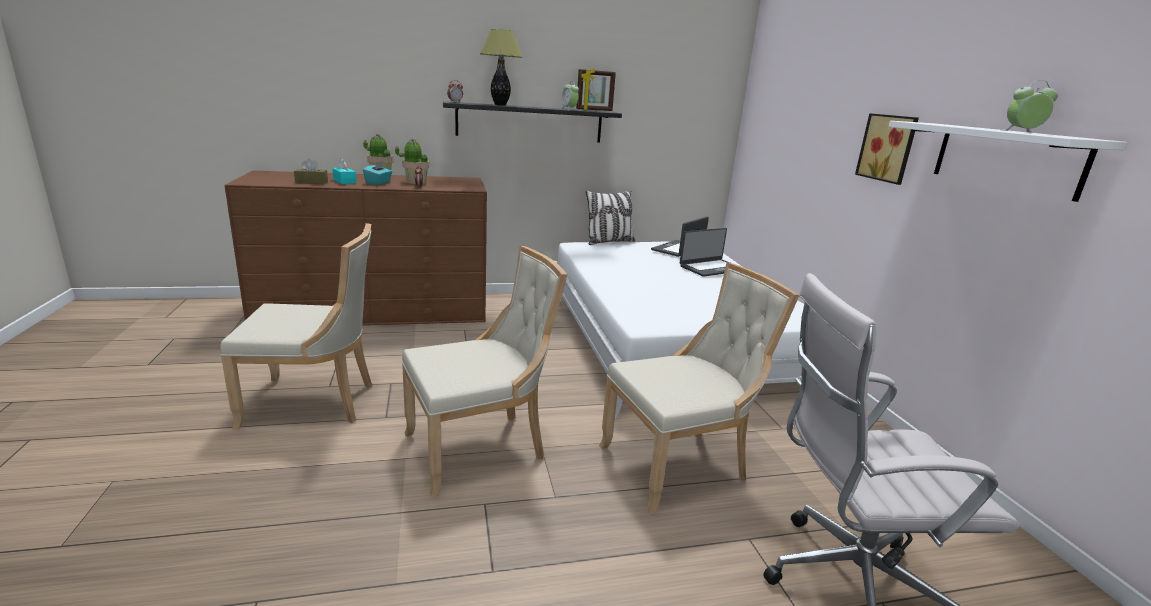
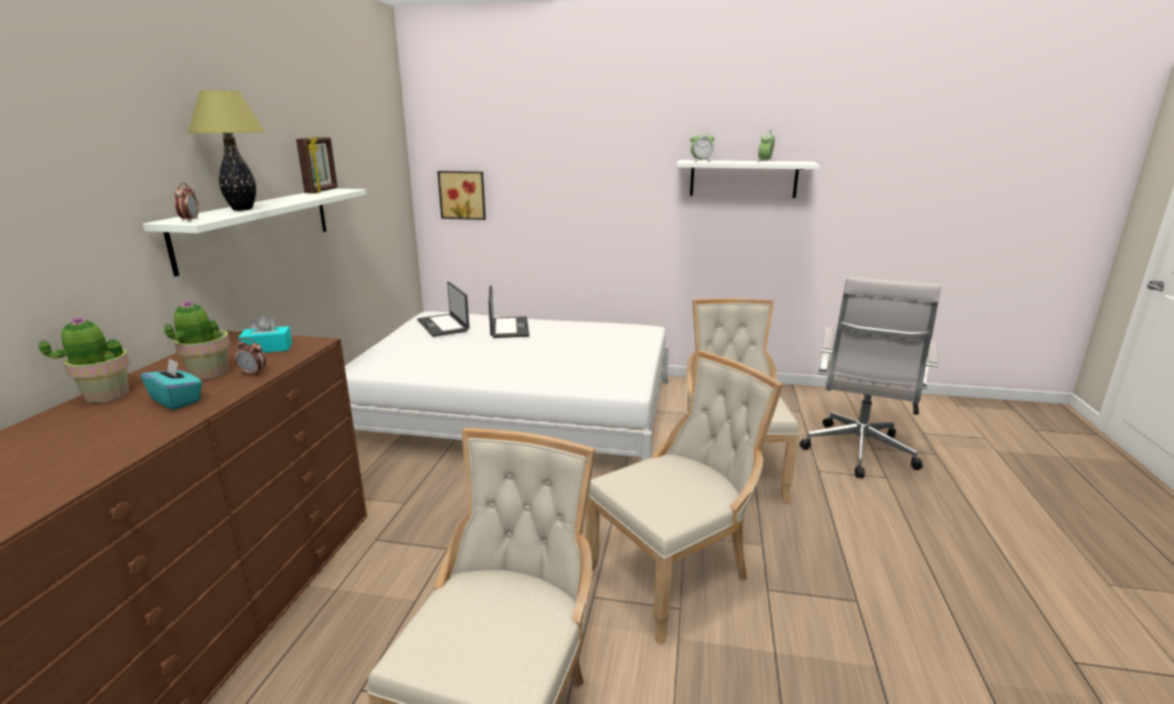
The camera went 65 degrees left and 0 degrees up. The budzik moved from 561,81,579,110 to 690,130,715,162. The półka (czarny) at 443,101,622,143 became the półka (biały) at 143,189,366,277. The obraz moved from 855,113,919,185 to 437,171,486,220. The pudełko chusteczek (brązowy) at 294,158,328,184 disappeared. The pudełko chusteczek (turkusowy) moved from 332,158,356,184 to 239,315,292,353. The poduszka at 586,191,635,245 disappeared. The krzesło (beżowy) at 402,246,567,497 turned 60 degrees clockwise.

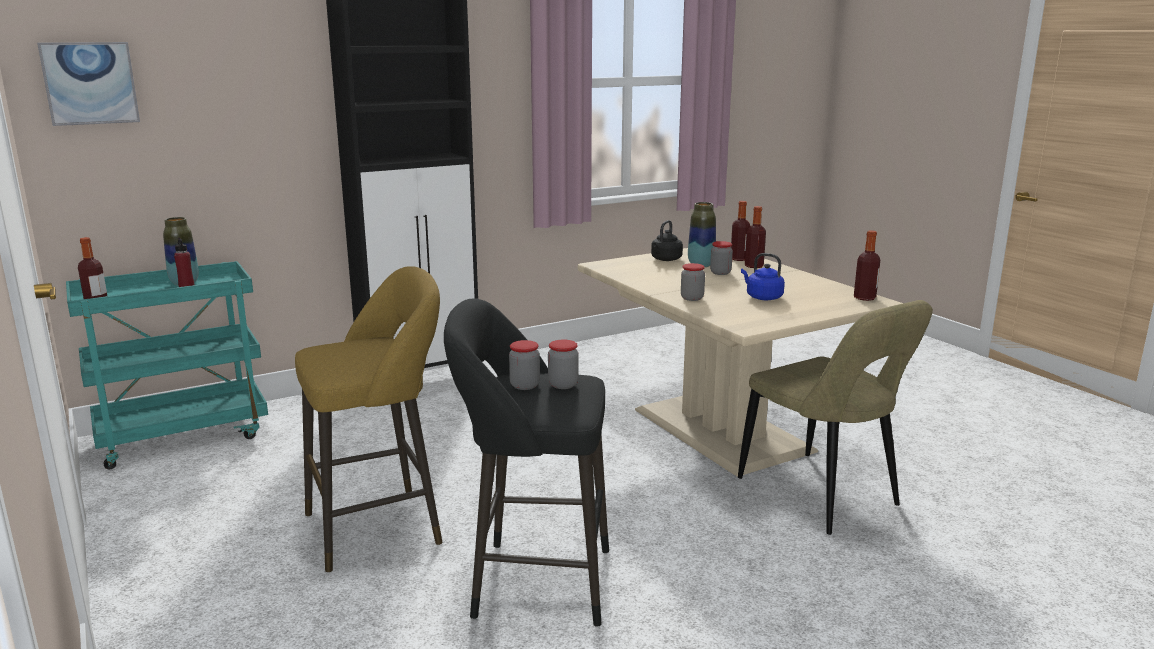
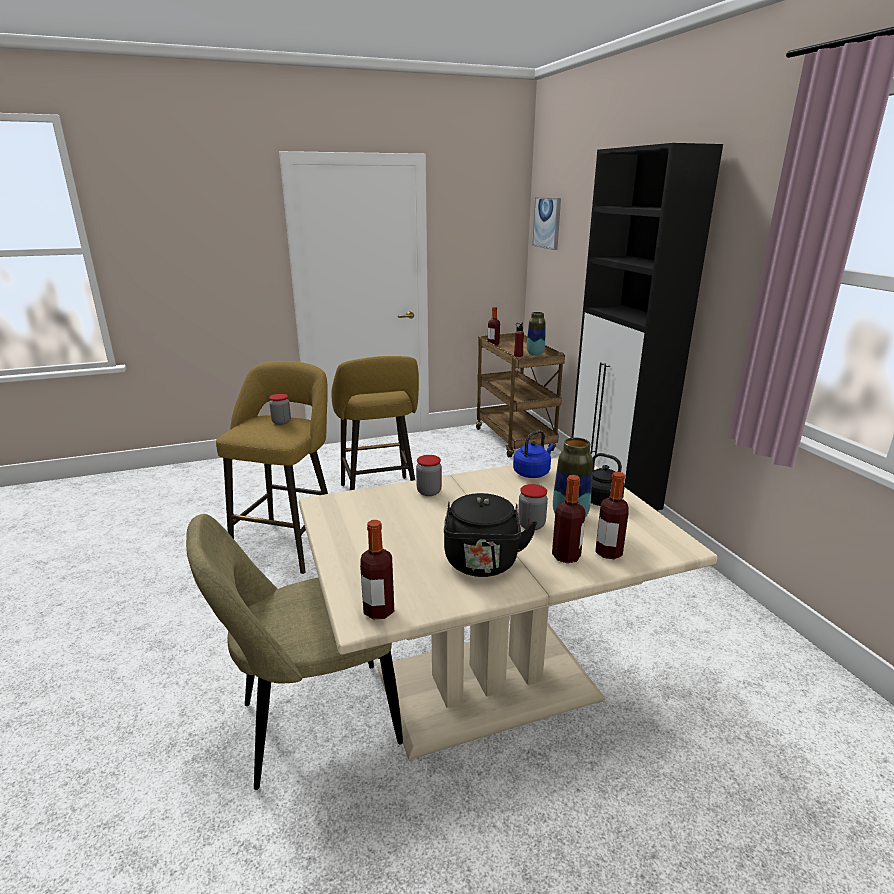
The camera went 100 degrees right and 5 degrees up. The czajnik (niebieski) moved from 741,253,785,300 to 513,430,554,478. The wózek (turkusowy) at 66,261,268,469 became the wózek (brązowy) at 476,333,565,457. The stołek (czarny) at 444,298,609,627 became the stołek (żółty) at 216,361,328,574. The słoik at 548,340,579,389 disappeared. The czajnik (czarny) at 444,493,537,577 appeared.

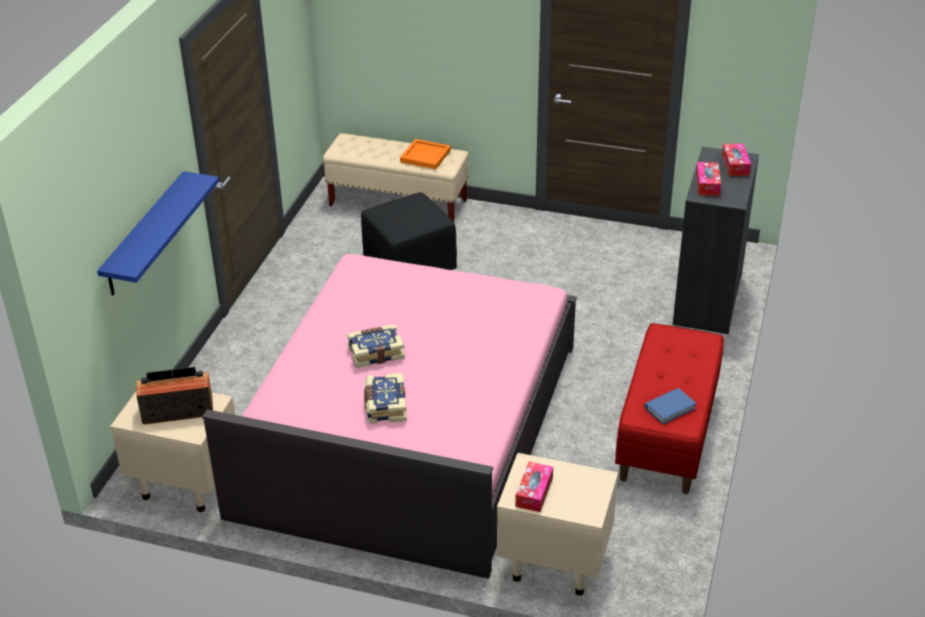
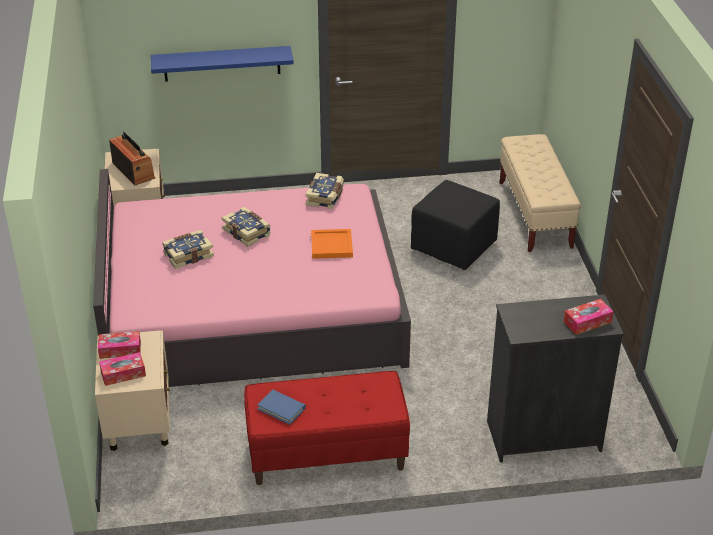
The camera went 65 degrees right and 0 degrees up. The taca (pomarańczowy) moved from 400,139,451,169 to 311,229,353,259. The pudełko chusteczek moved from 696,162,721,196 to 99,352,146,386. The książka at 305,173,344,209 appeared.

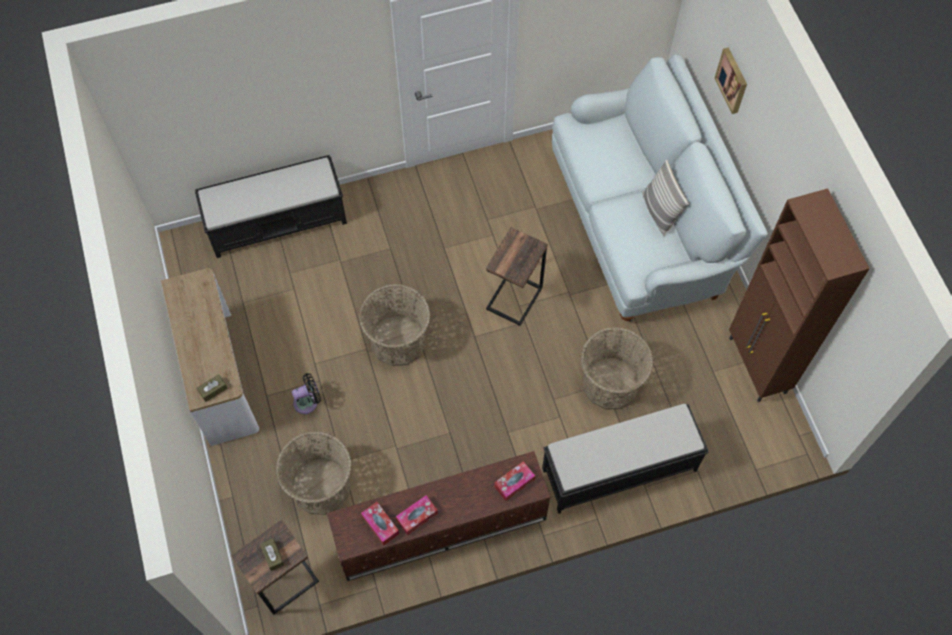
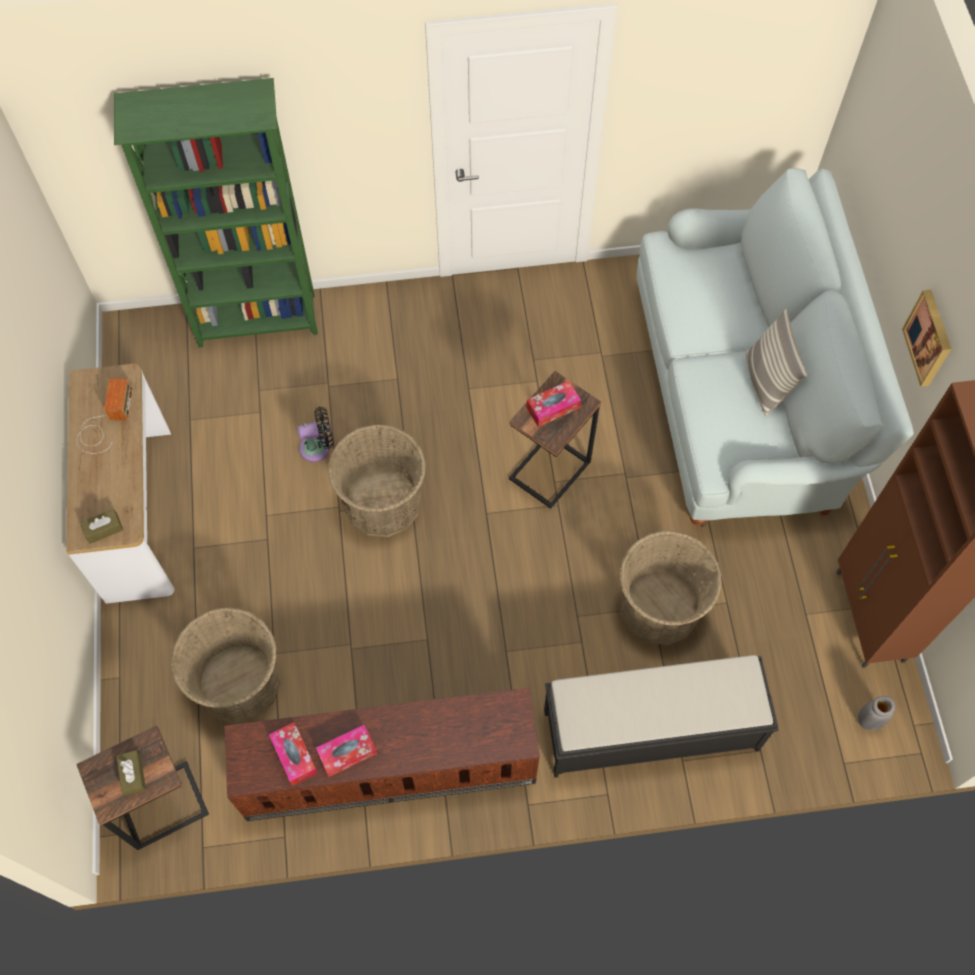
The camera went 10 degrees right and 0 degrees up. The obraz moved from 714,47,747,114 to 902,290,951,387. The ławka (czarny) at 195,155,347,258 was replaced by the regał (zielony) at 114,78,318,348. The wentylator (czarny) moved from 292,373,321,414 to 297,407,334,462. The pudełko chusteczek moved from 494,461,535,501 to 526,381,581,427. The radio at 77,379,133,454 appeared. The wazon (szary) at 858,696,895,730 appeared.

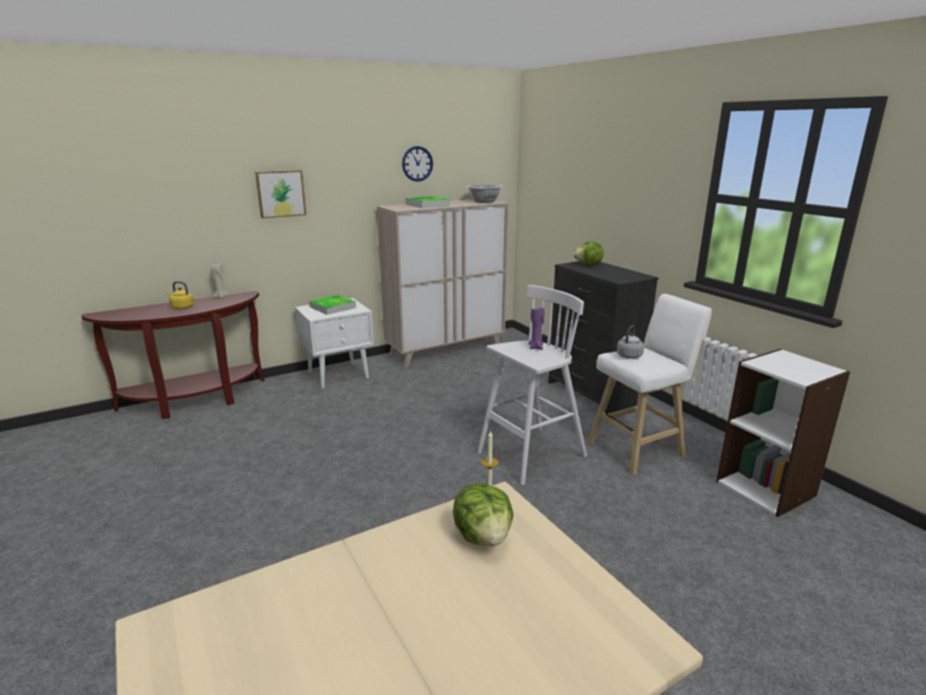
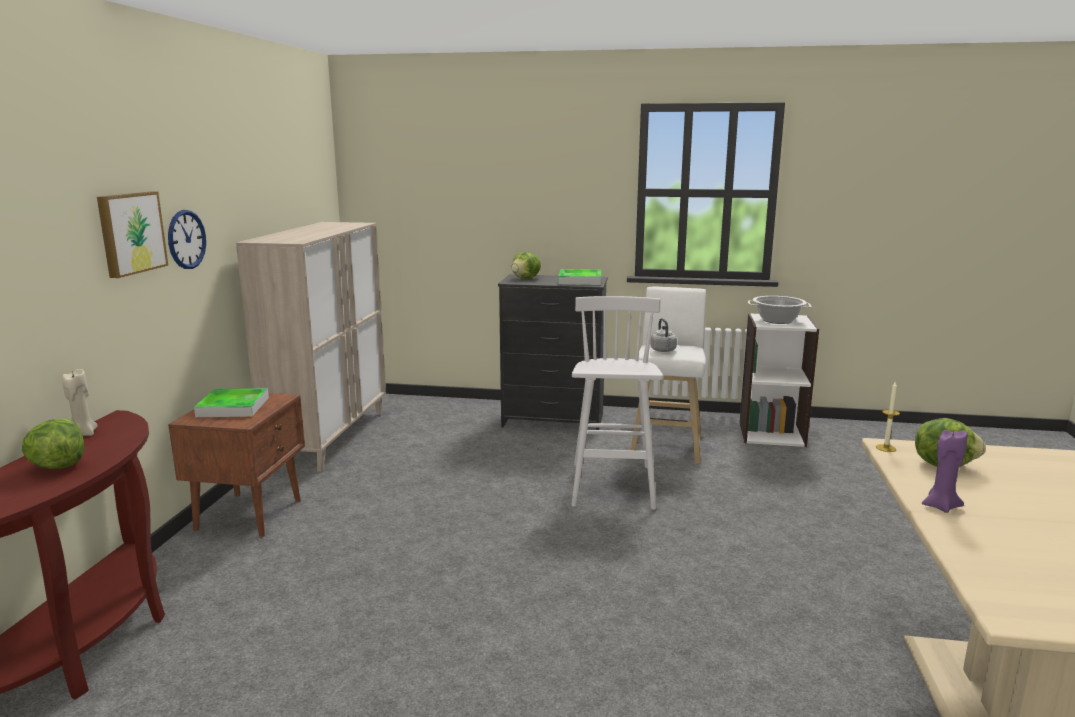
The camera went 50 degrees left and 5 degrees down. The zegar ścienny moved from 402,146,433,182 to 168,210,206,269. The garnek moved from 466,185,503,203 to 748,296,812,324. The taca moved from 406,196,450,208 to 558,269,601,285. The czajnik (żółty) at 167,281,194,310 was replaced by the sałata at 22,419,84,469. The szafka nocna (biały) at 295,298,374,388 became the szafka nocna (brązowy) at 168,393,305,537. The świeca (fioletowy) moved from 528,307,544,350 to 922,430,967,513.

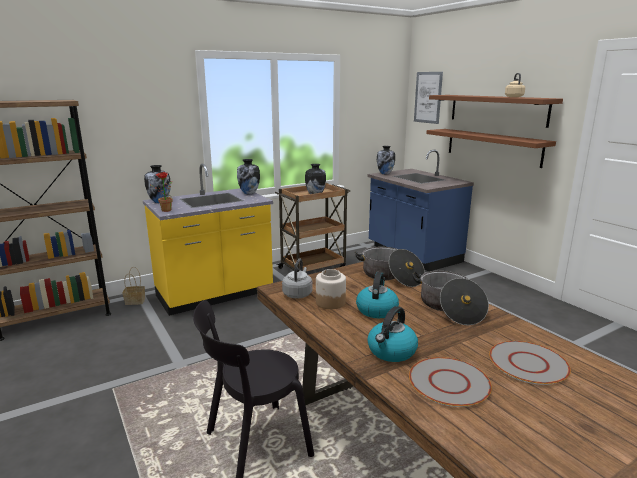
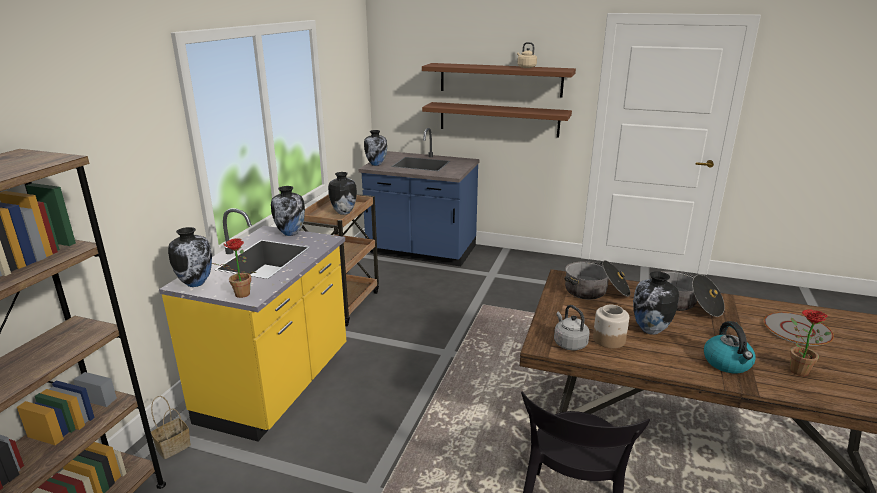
The camera went 40 degrees left and 5 degrees up. The obraz at 414,72,443,124 disappeared. The czajnik at 356,272,399,318 was replaced by the wazon at 633,271,679,335. The talerz (szary) at 409,357,492,407 was replaced by the roślina doniczkowa at 790,309,832,376.

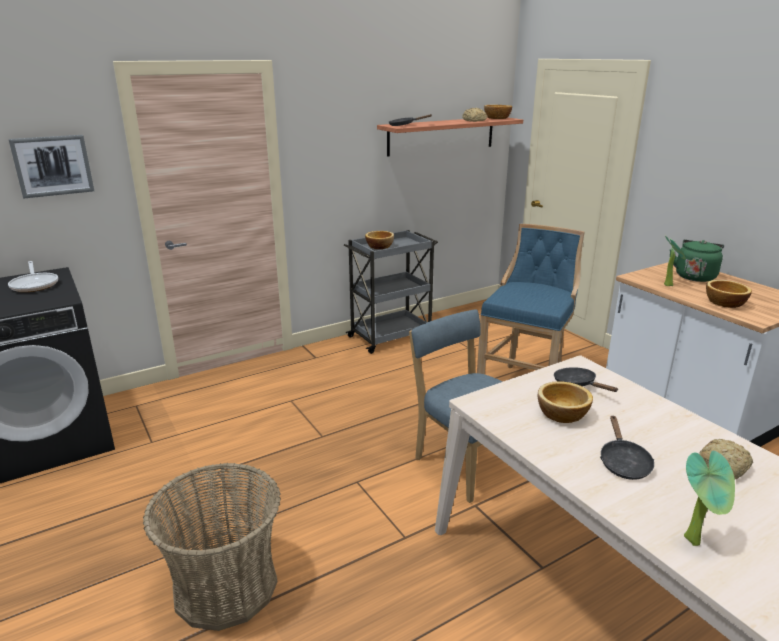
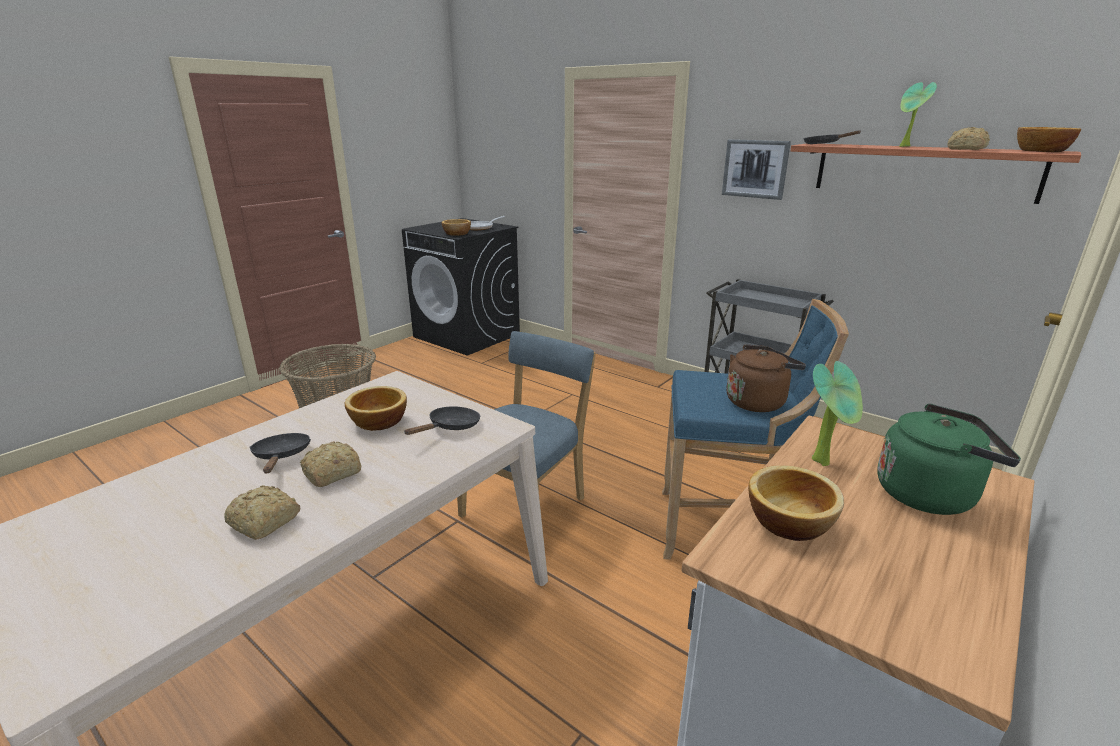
The camera went 70 degrees right and 0 degrees up. The obraz moved from 9,135,94,198 to 722,139,791,200. The miska moved from 365,231,394,249 to 442,219,471,236. The patelnia (czarny) at 600,415,654,480 turned 90 degrees clockwise. The roślina doniczkowa moved from 684,451,735,546 to 899,82,937,147. The czajnik (brązowy) at 726,344,806,412 appeared. The chleb at 300,441,361,487 appeared.

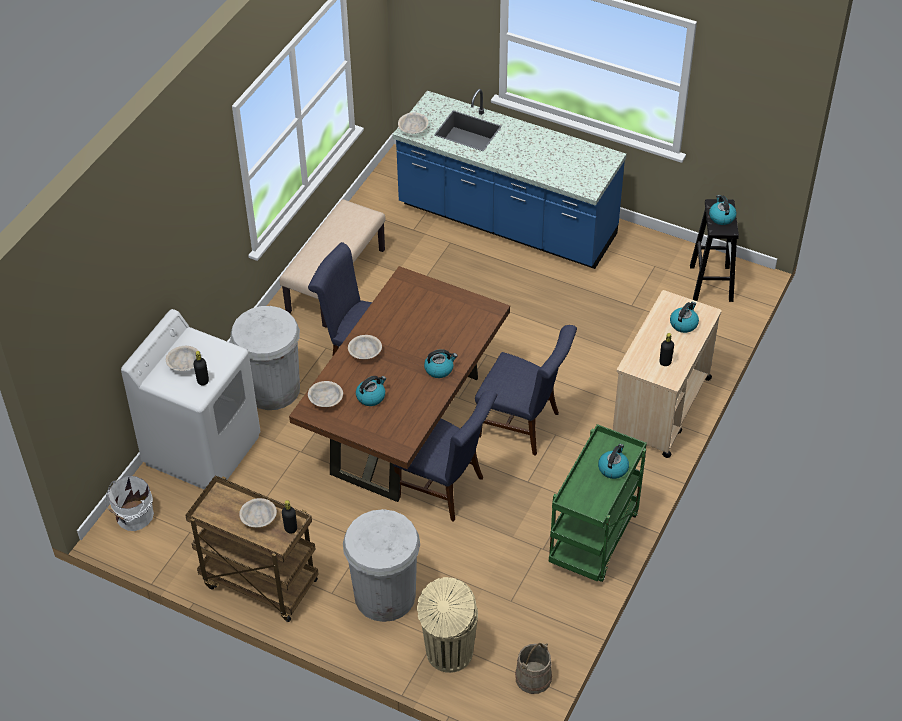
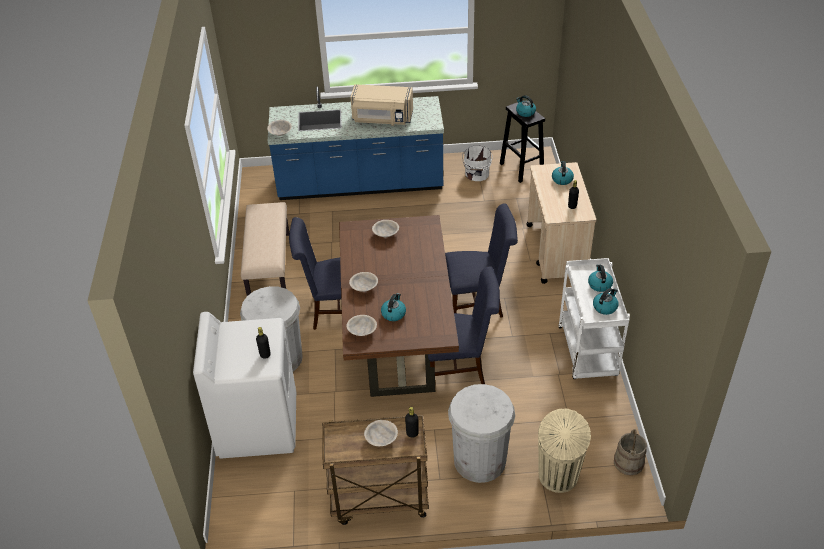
The camera went 30 degrees left and 5 degrees down. The miska (beżowy) moved from 166,346,198,371 to 372,220,399,237. The czajnik moved from 424,349,457,378 to 593,288,619,315. The wózek (zielony) at 549,424,647,582 became the wózek (biały) at 558,258,630,379. The wiadro (biały) moved from 105,476,154,531 to 462,146,493,181. The mikrofalówka (beżowy) at 350,84,413,126 appeared.

